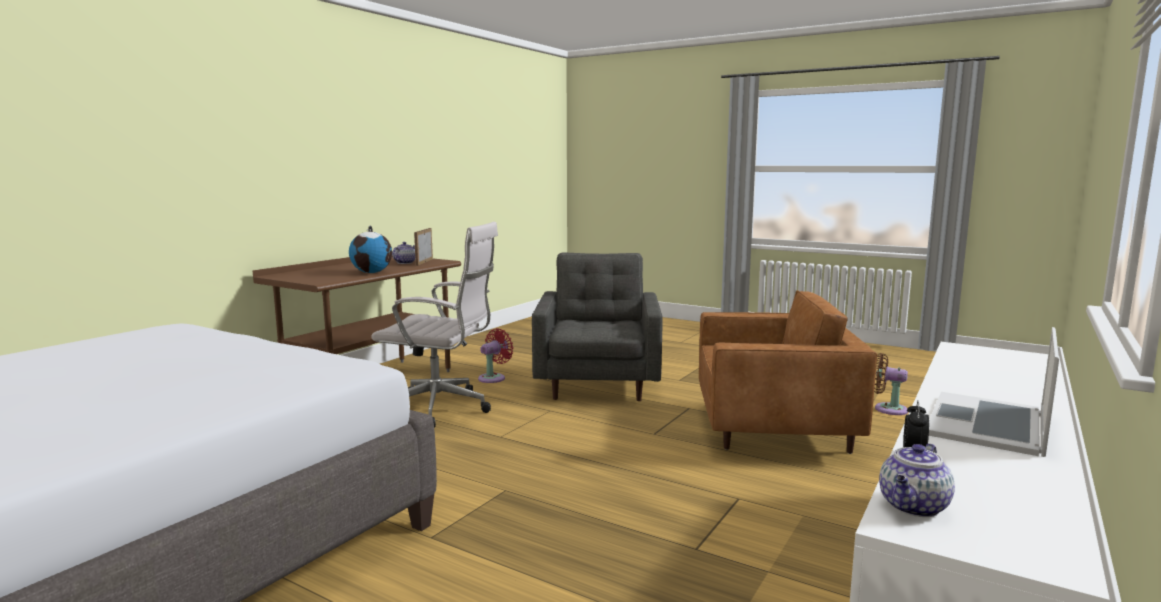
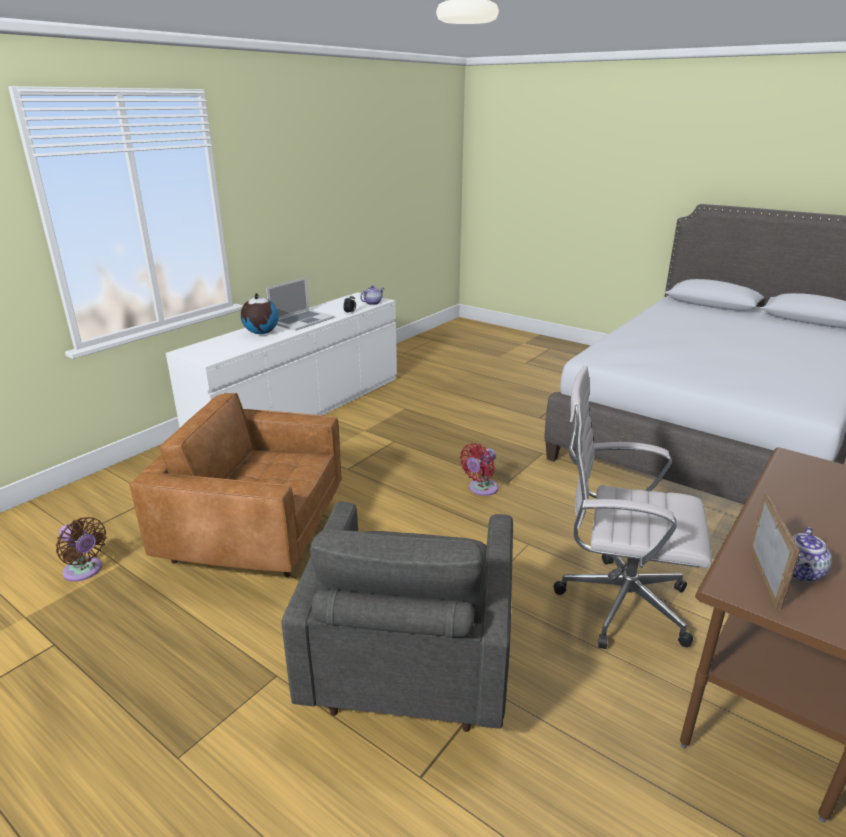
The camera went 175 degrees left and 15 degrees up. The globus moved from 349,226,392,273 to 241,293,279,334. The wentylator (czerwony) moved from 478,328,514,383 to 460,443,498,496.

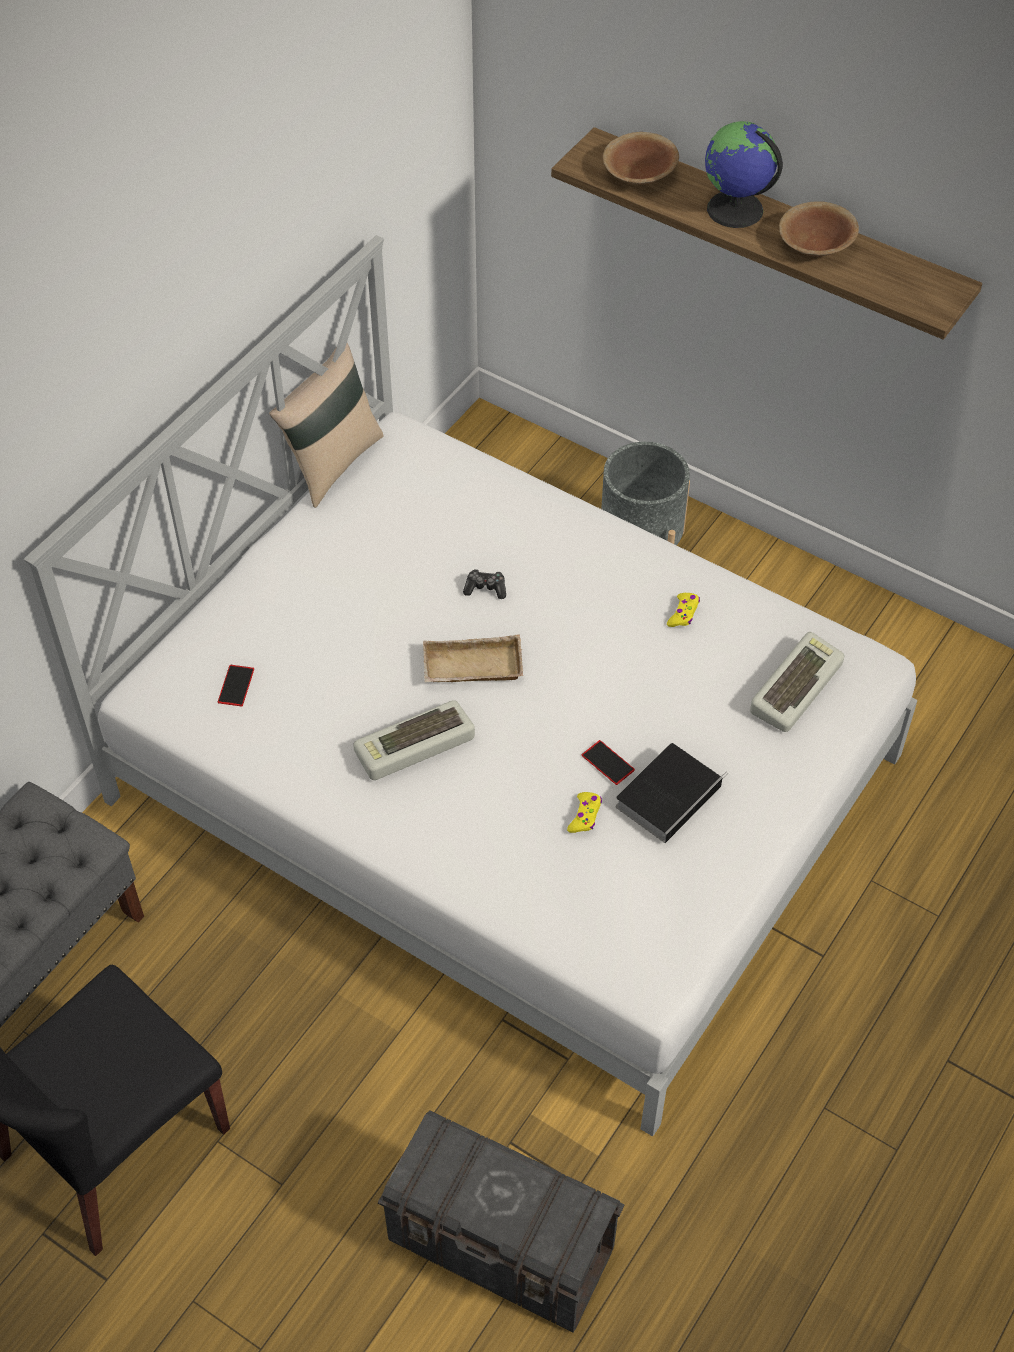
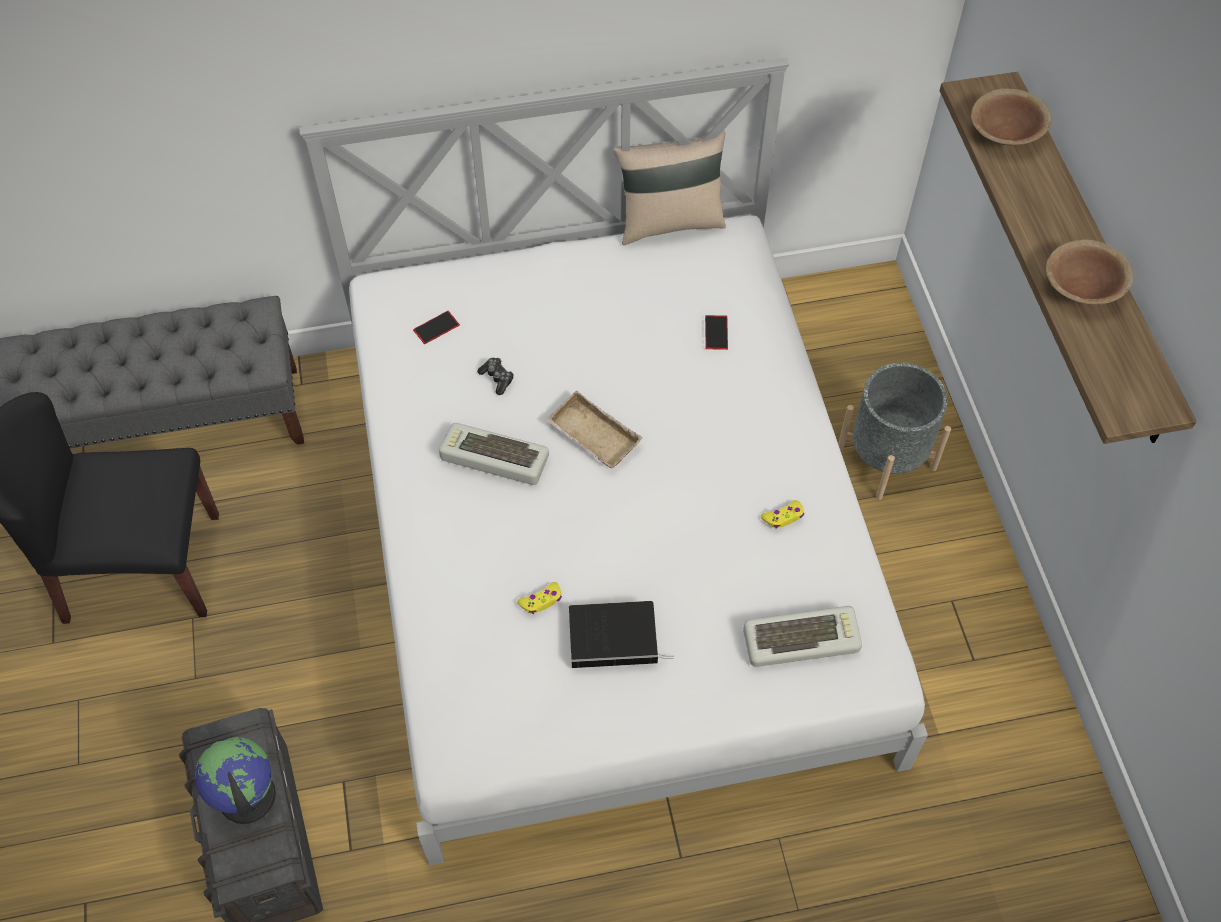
The camera went 45 degrees right and 5 degrees up. The globus moved from 705,121,783,228 to 195,737,276,824. The pad do gier moved from 463,569,506,599 to 477,358,514,395. The telefon moved from 582,740,635,785 to 705,315,728,350.

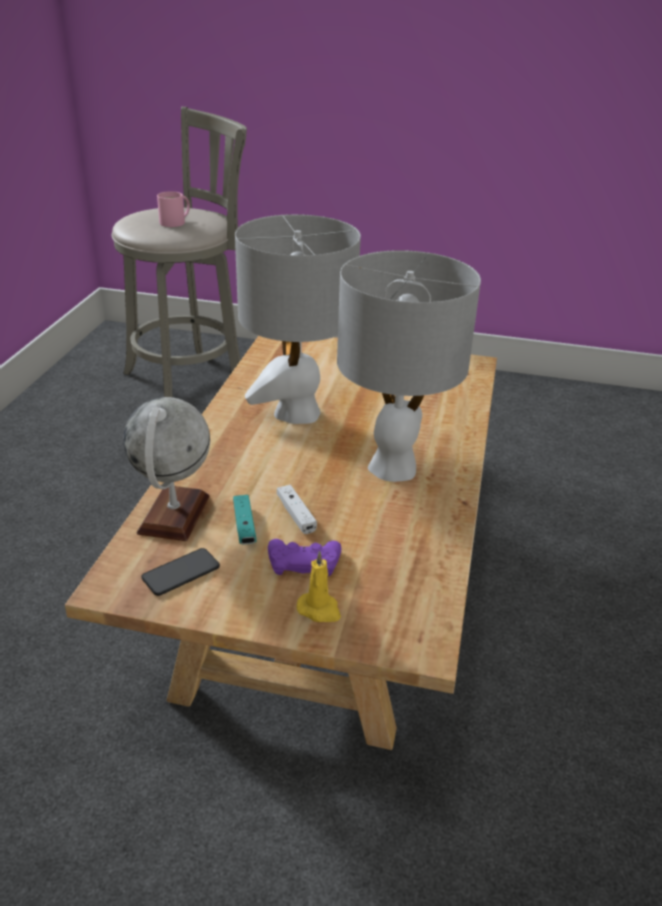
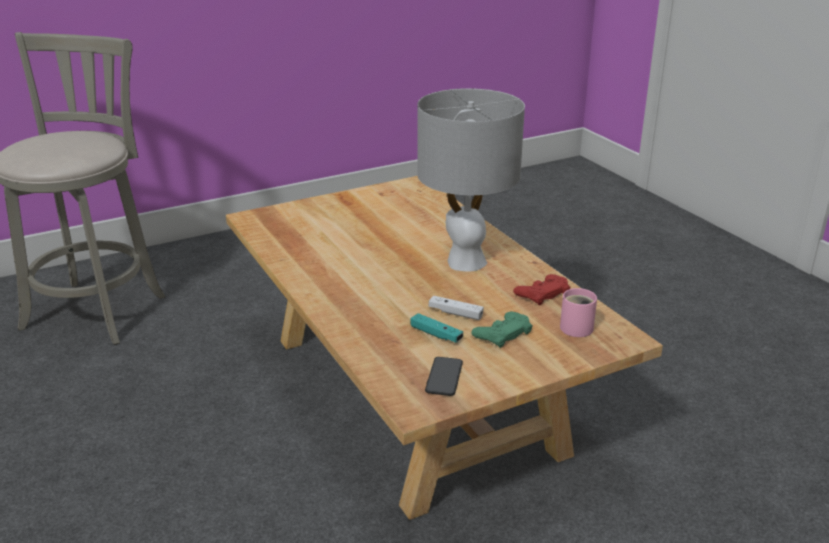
The camera went 40 degrees left and 5 degrees down. The kubek (różowy) moved from 157,191,190,227 to 560,288,597,337. The lampa stołowa (szary) at 235,214,361,424 disappeared. The globus at 123,397,210,541 disappeared. The pad do gier (fioletowy) at 268,539,341,576 became the pad do gier (zielony) at 471,312,533,348. The świeca (żółty) at 297,551,341,622 disappeared. The pad do gier (czerwony) at 513,274,571,305 appeared.

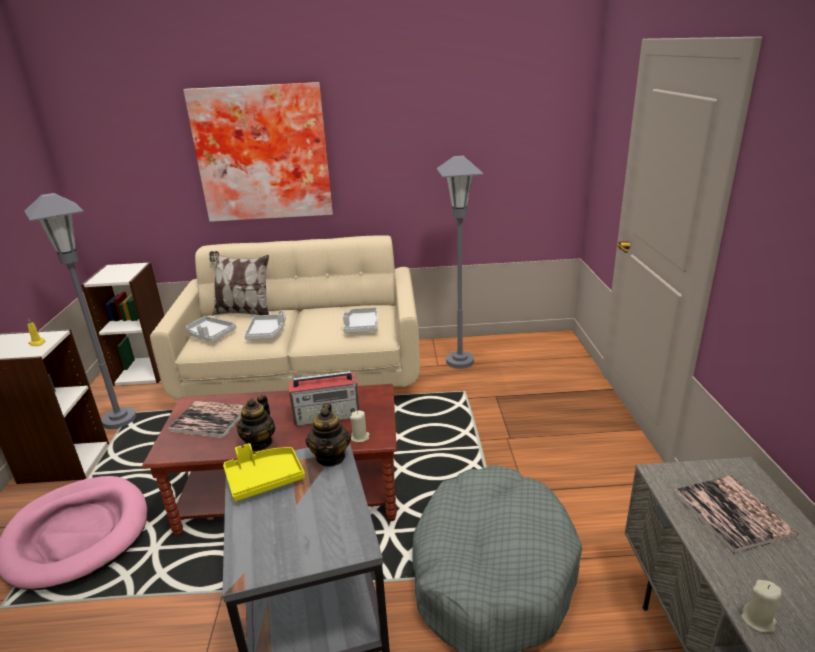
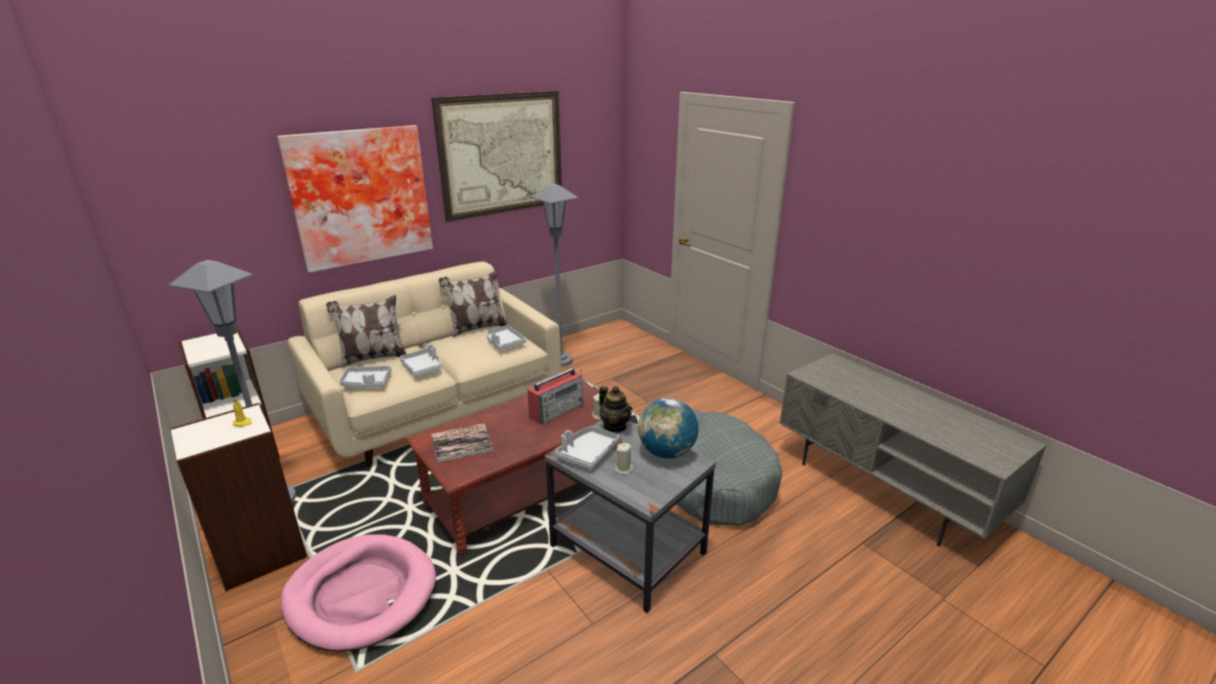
The camera went 35 degrees left and 0 degrees up. The imbryk at 237,395,275,451 disappeared. The taca (żółty) at 223,443,305,501 became the taca (szary) at 555,426,620,470. The książka at 674,476,798,554 disappeared. The świeca (beżowy) moved from 741,580,782,633 to 615,443,633,474. The obraz at 431,91,562,222 appeared. The poduszka at 439,271,507,338 appeared. The globus at 638,398,698,459 appeared.

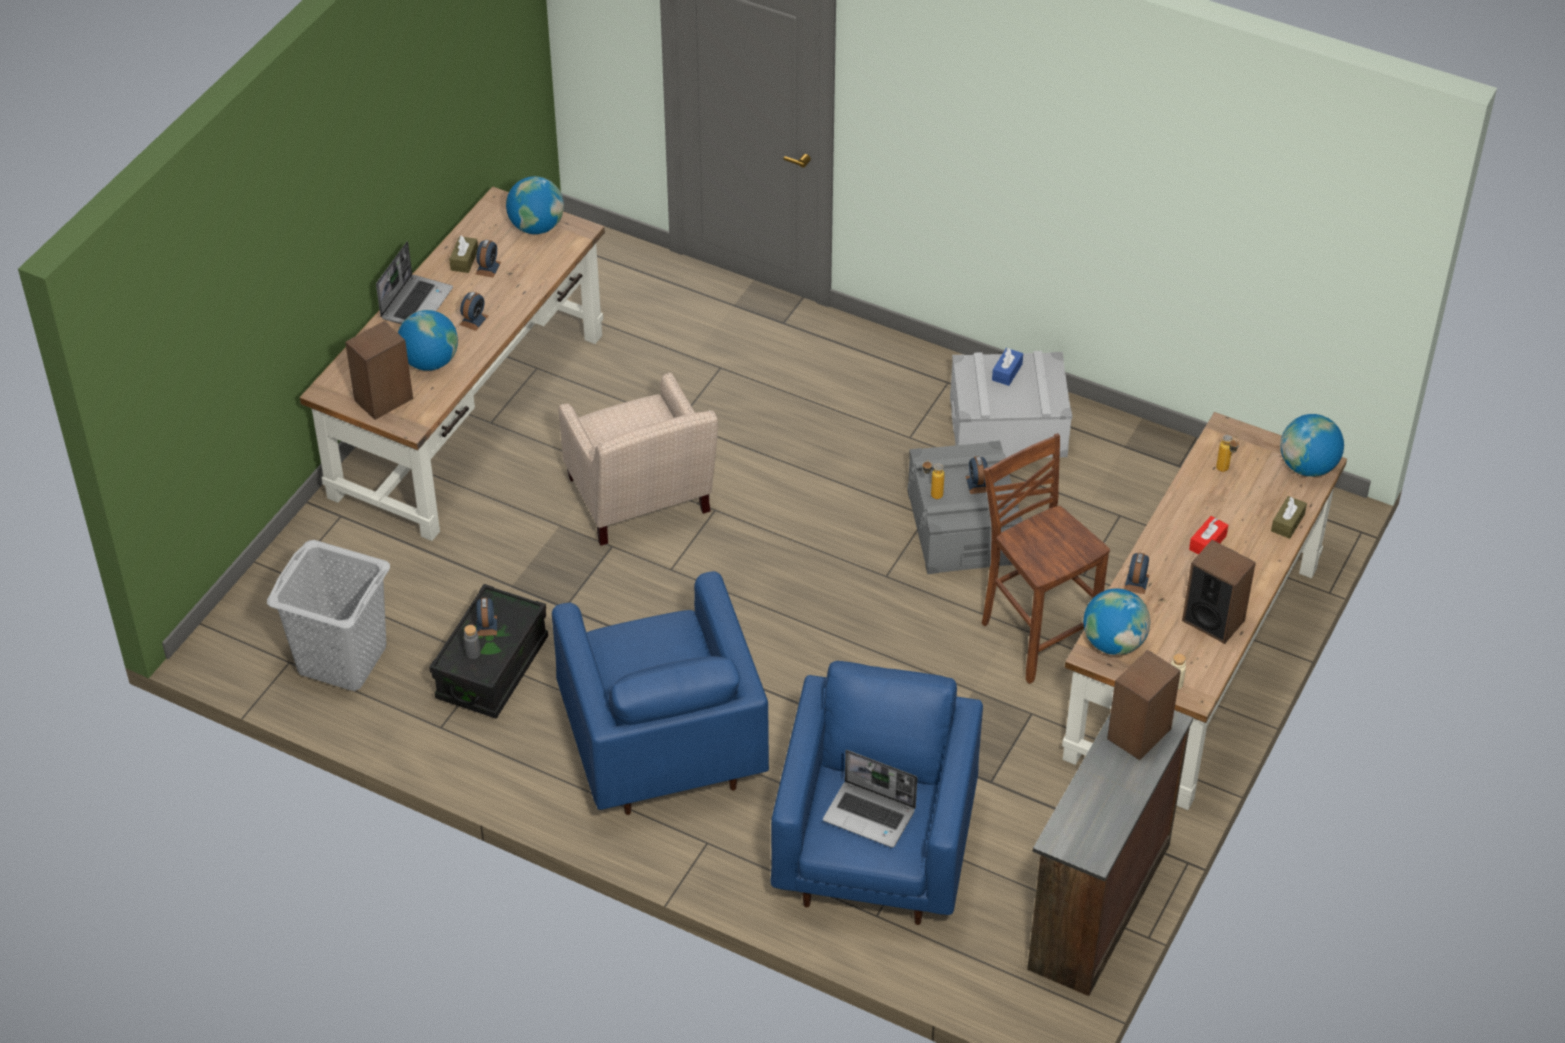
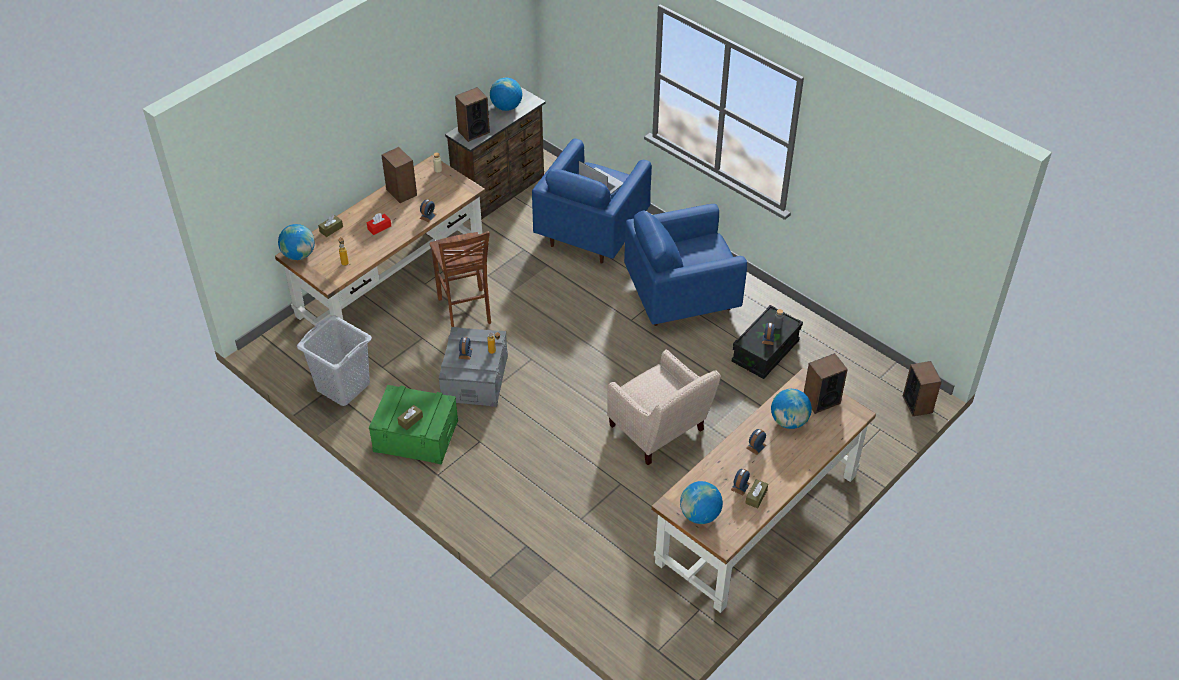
The camera went 165 degrees left and 0 degrees up. The laptop at 376,242,453,324 disappeared. The pudełko chusteczek (niebieski) at 992,348,1023,386 became the pudełko chusteczek (brązowy) at 397,405,423,430. The pojemnik do przechowywania (szary) at 950,351,1072,458 became the pojemnik do przechowywania (zielony) at 369,385,458,465. The fotel (beżowy) at 559,373,718,546 turned 150 degrees clockwise. The kosz na pranie (szary) moved from 267,540,390,691 to 297,315,372,406. The fotel (niebieski) at 552,571,769,815 turned 105 degrees counterclockwise. The globus moved from 1083,588,1150,655 to 490,78,522,111. The głośnik at 903,361,942,416 appeared.

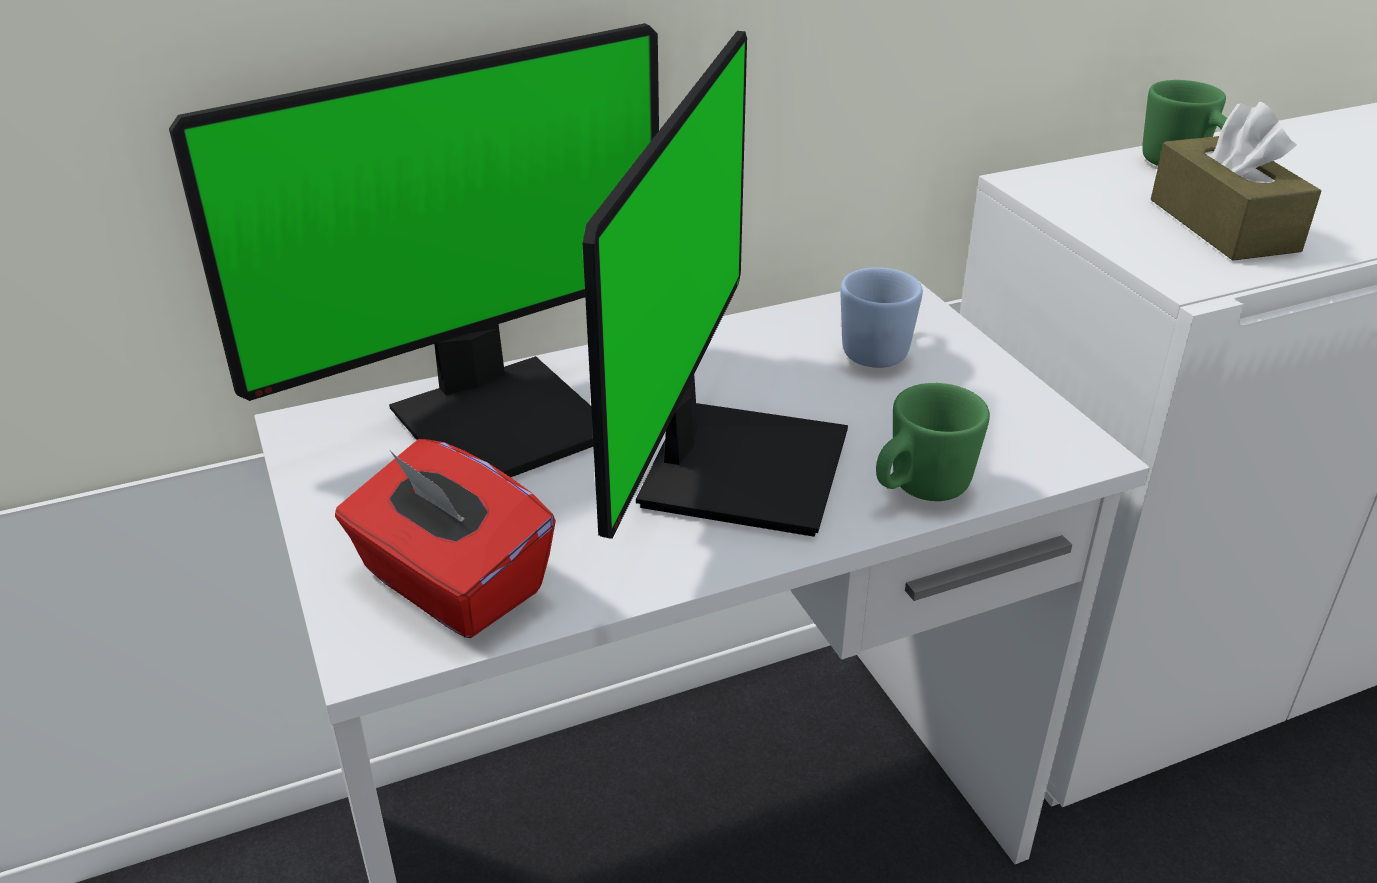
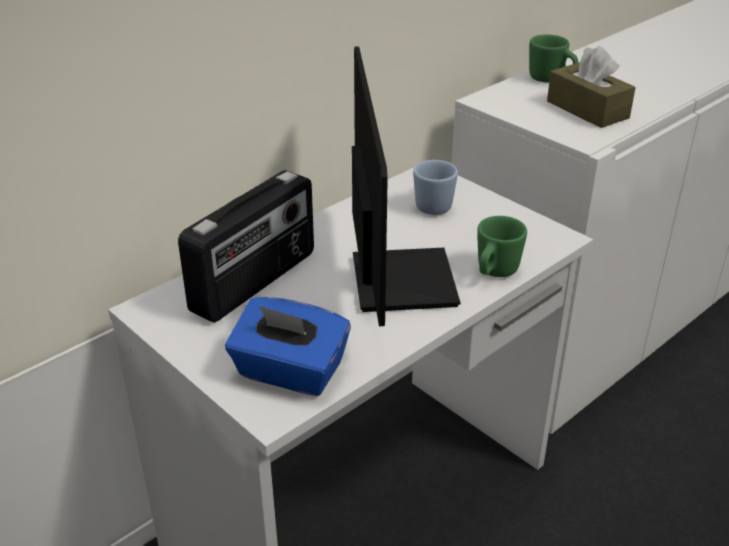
The camera went 20 degrees left and 0 degrees up. The monitor at 169,23,659,477 was replaced by the radio at 178,170,314,323. The pudełko chusteczek (czerwony) at 335,439,556,638 became the pudełko chusteczek (niebieski) at 225,297,351,396.

